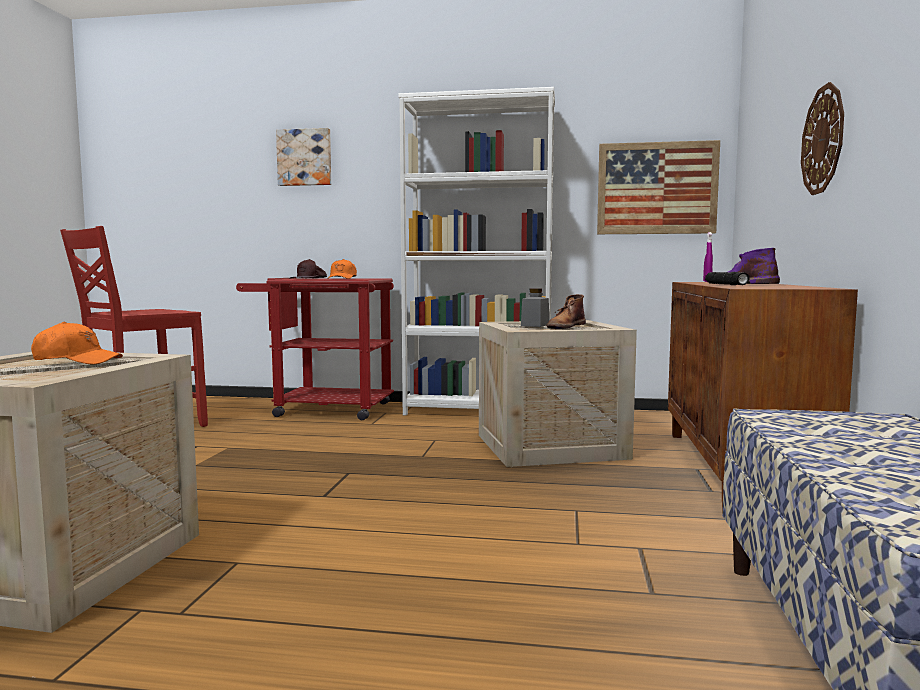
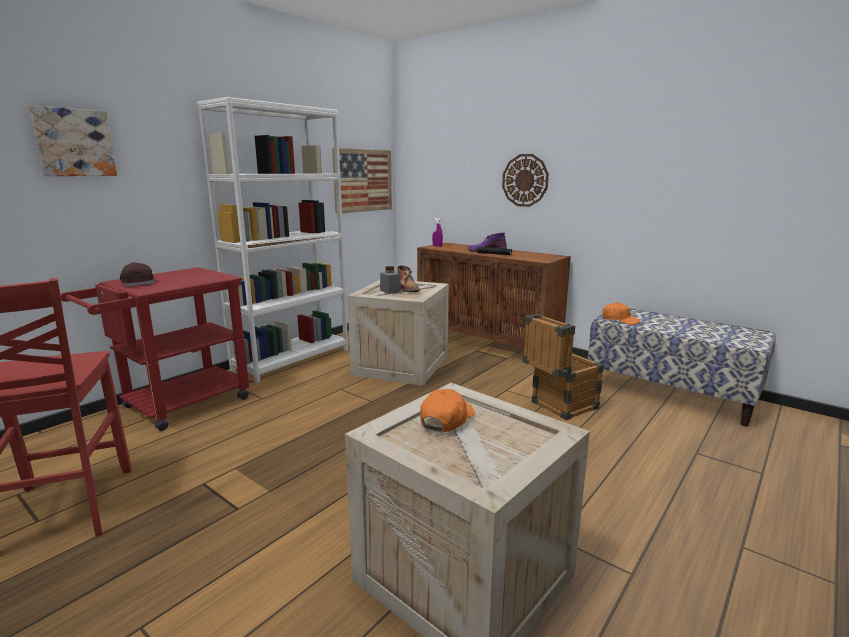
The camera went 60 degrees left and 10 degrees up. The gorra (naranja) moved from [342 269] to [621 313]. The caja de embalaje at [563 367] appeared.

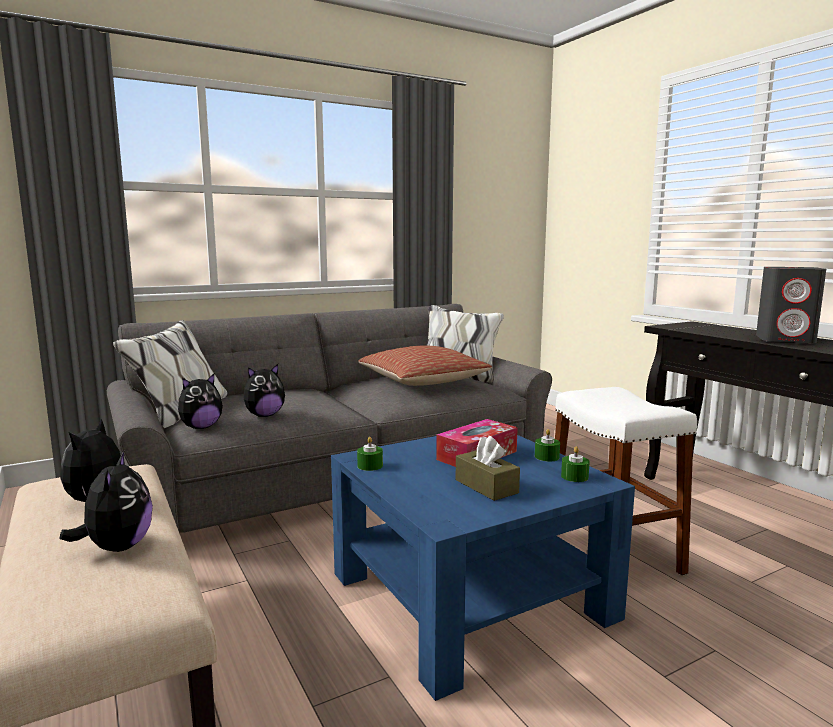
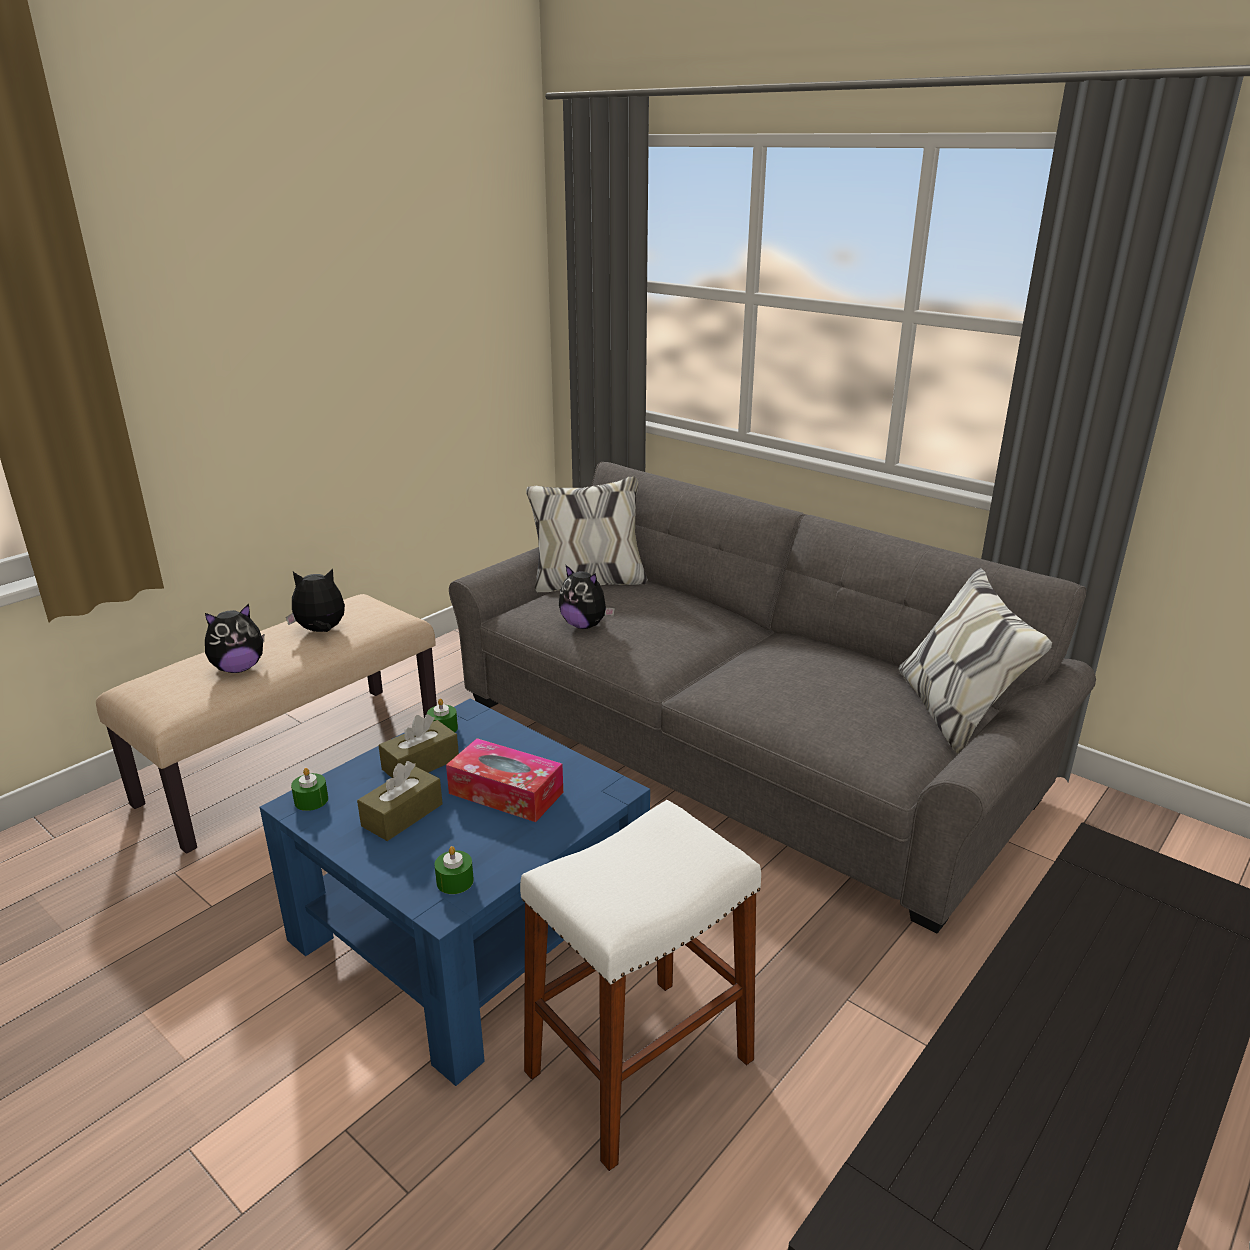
The camera went 70 degrees right and 15 degrees up. The altavoz (gris) at [791 305] disappeared. The cojín at [425 366] disappeared. The peluche at [200 401] disappeared. The vela (verde) moved from [547 445] to [309 789]. The caja de pañuelos (marrón) at [418 746] appeared.

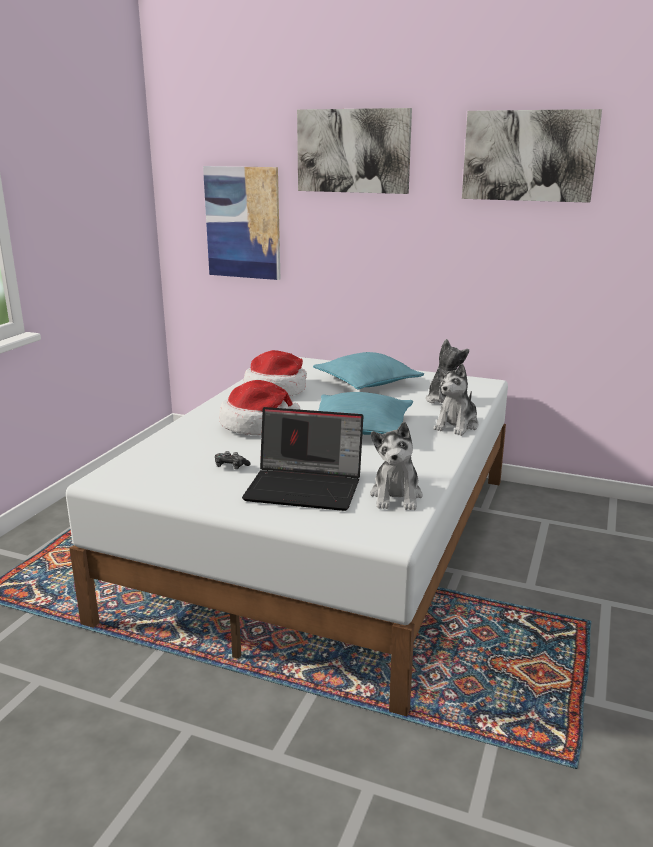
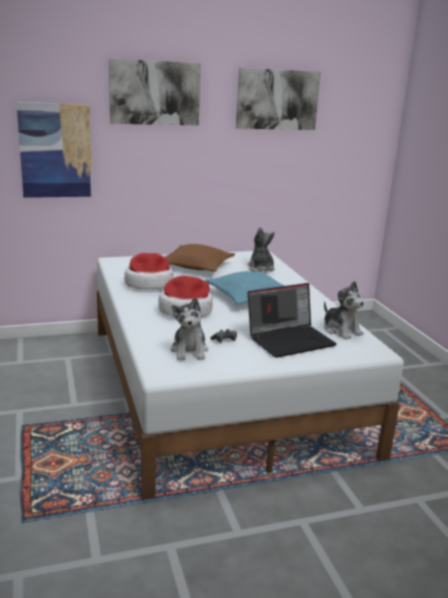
The camera went 40 degrees left and 0 degrees up. The cojín (turquesa) at [368 371] became the cojín (marrón) at [200 258]. The peluche moved from [456 400] to [189 328].

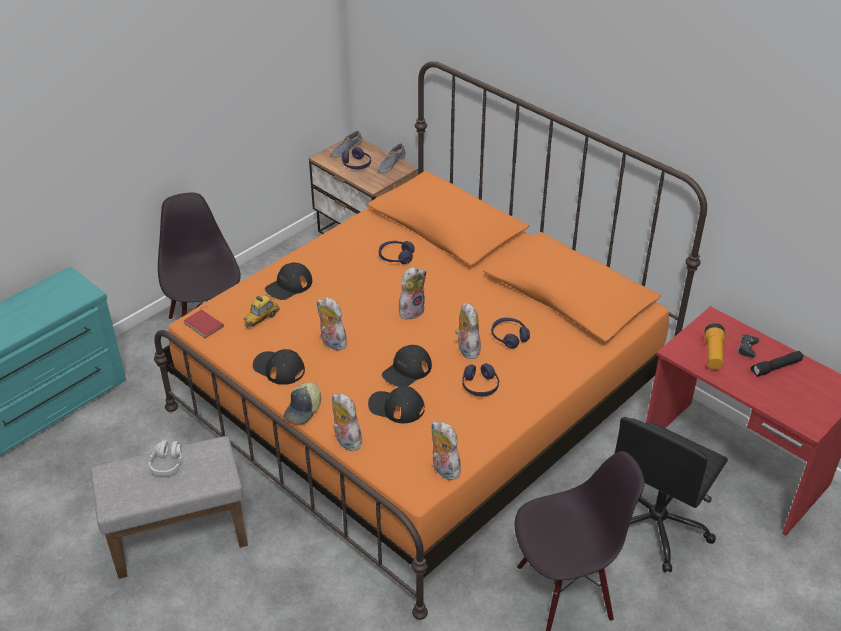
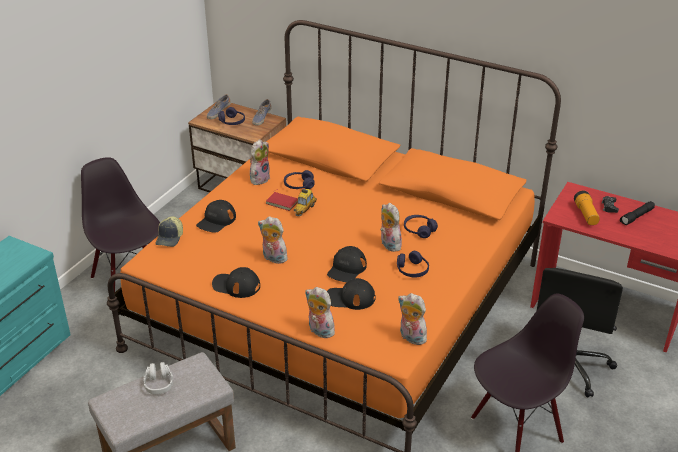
The camera went 15 degrees left and 5 degrees down. The peluche moved from [413 292] to [260 162]. The coche de juguete moved from [262 311] to [305 203]. The libro (rojo) moved from [204 322] to [281 200]. The gorra moved from [302 403] to [169 231].

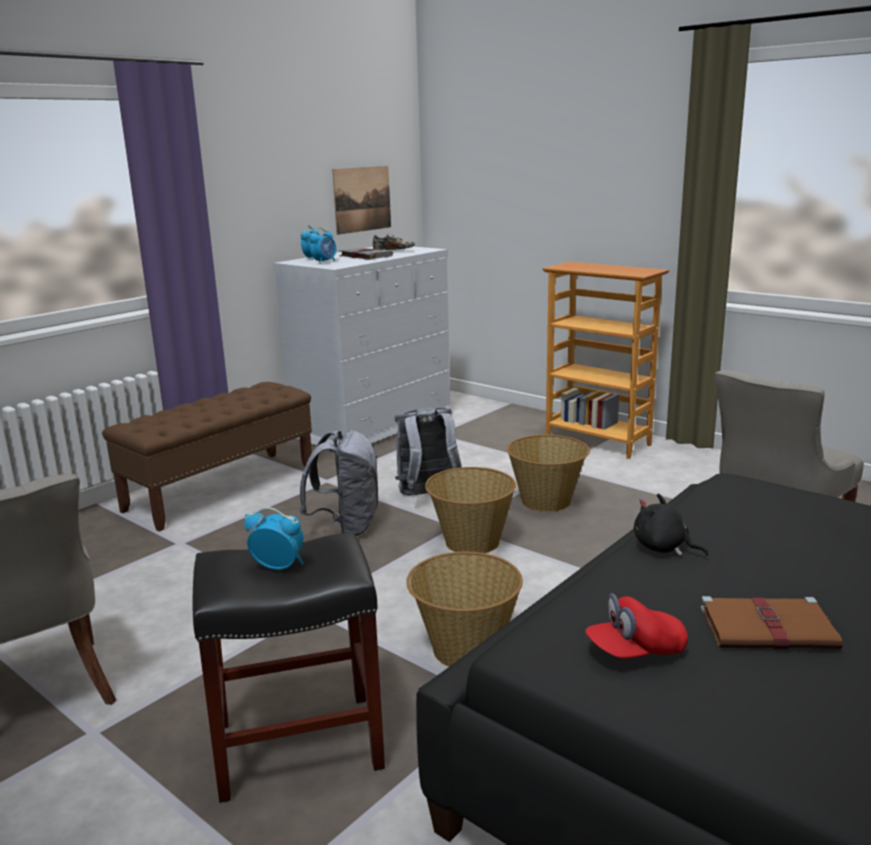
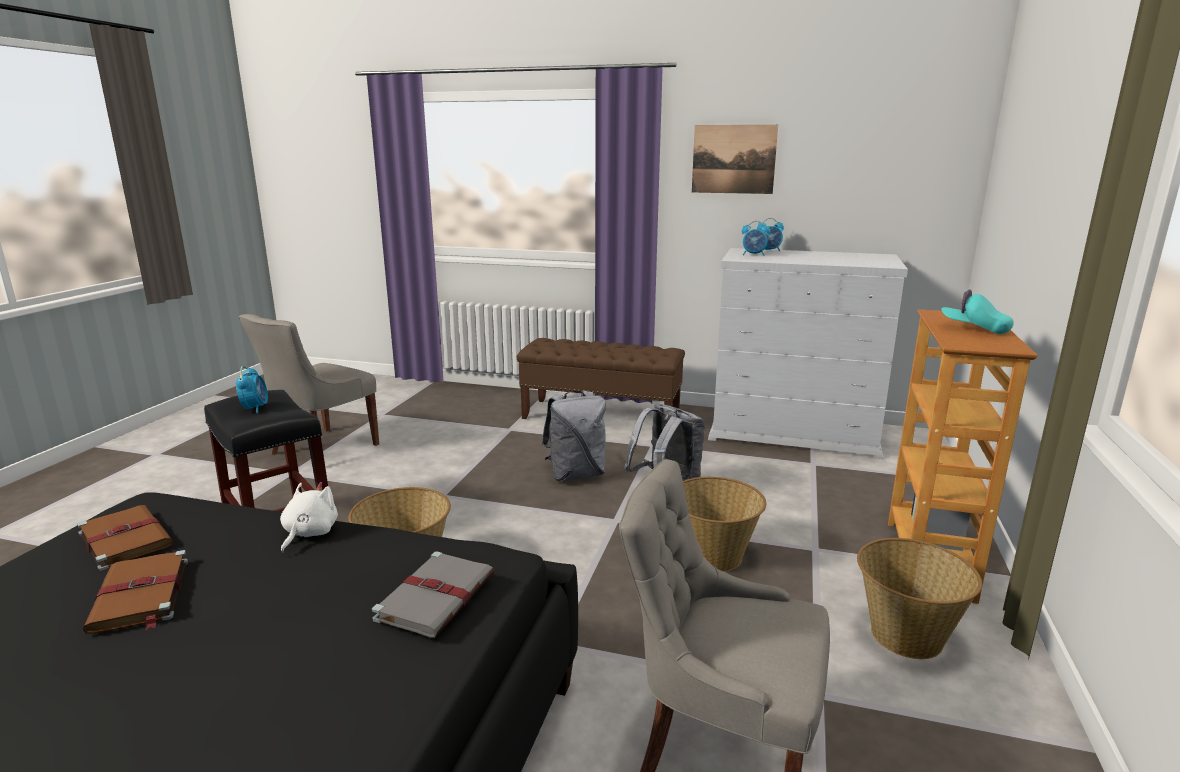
The camera went 65 degrees right and 0 degrees up. The cuadro moved from [361 200] to [735 159]. The zapato at [393 242] disappeared. The libro (gris) moved from [366 254] to [433 594]. The cesta moved from [470 510] to [919 598]. The peluche (negro) at [671 525] became the peluche (blanco) at [309 517]. The gorra (rojo) at [636 626] was replaced by the libro (marrón) at [125 538]. The gorra (turquesa) at [977 311] appeared.

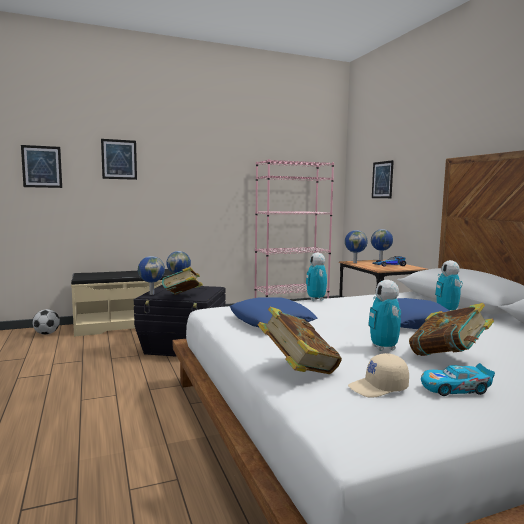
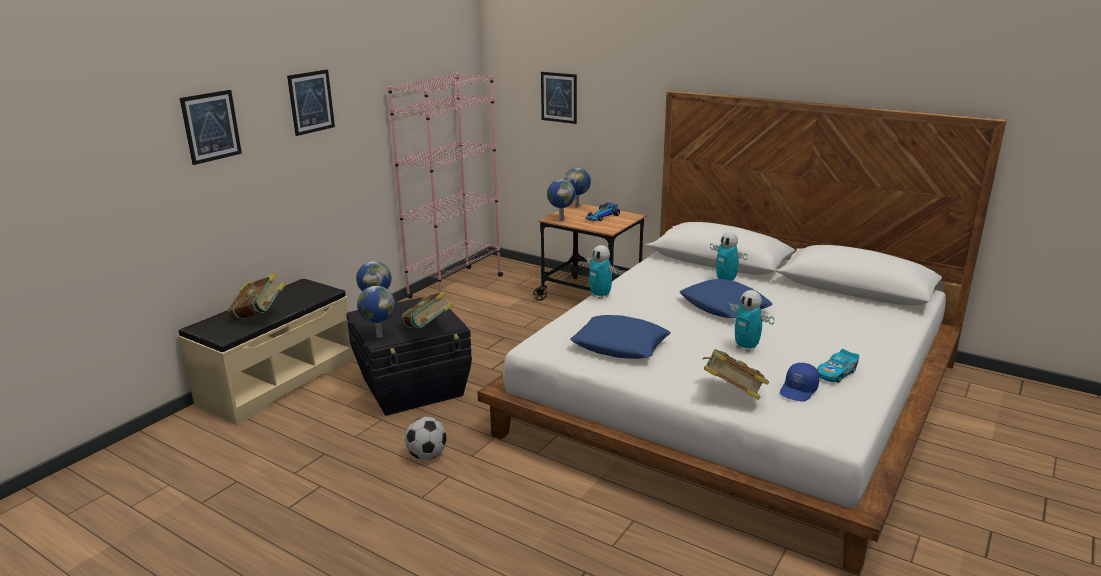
The camera went 35 degrees left and 15 degrees up. The cuadro moved from [41 166] to [311 102]. The libro moved from [451 329] to [256 297]. The balón de fútbol moved from [46 322] to [426 438]. The gorra (beis) at [378 375] became the gorra (azul) at [799 382].

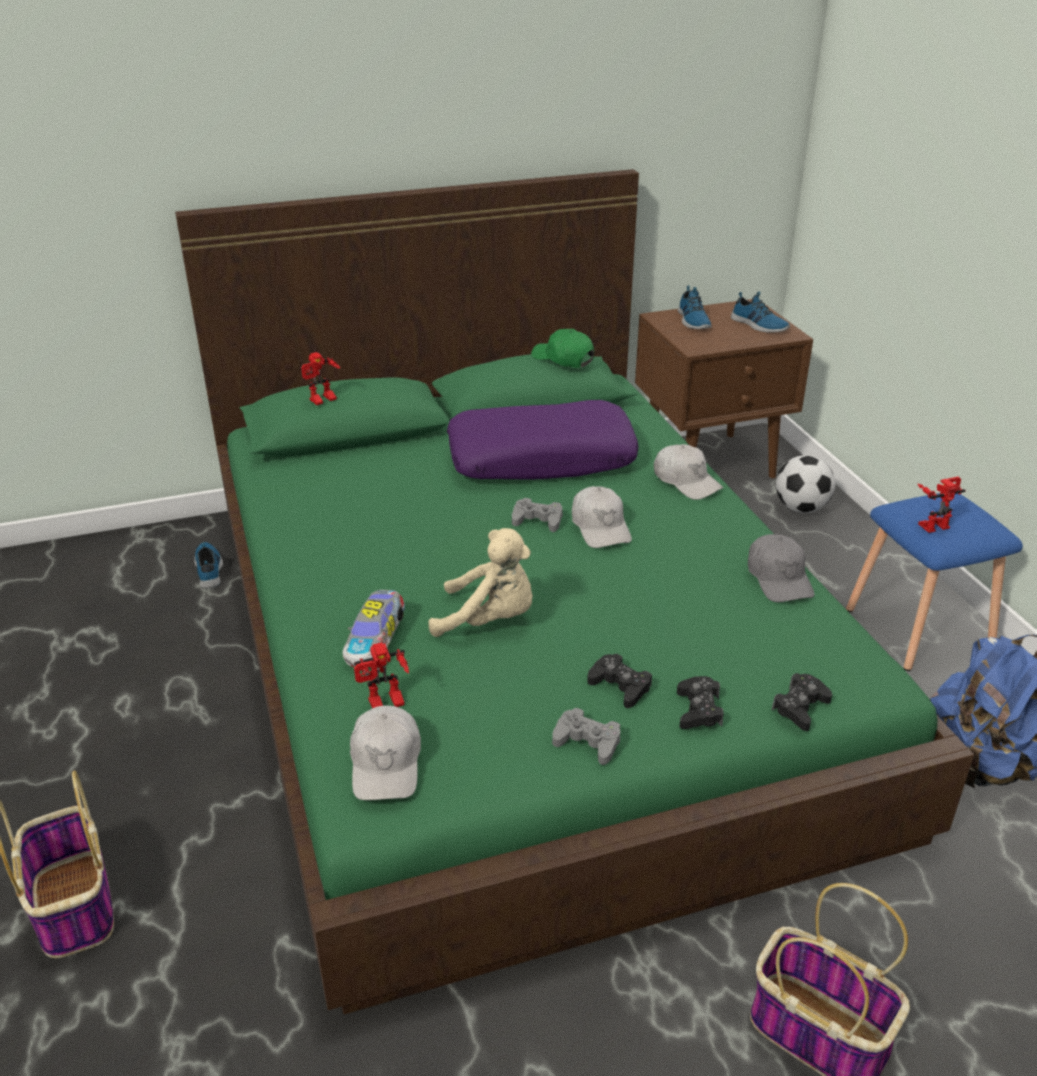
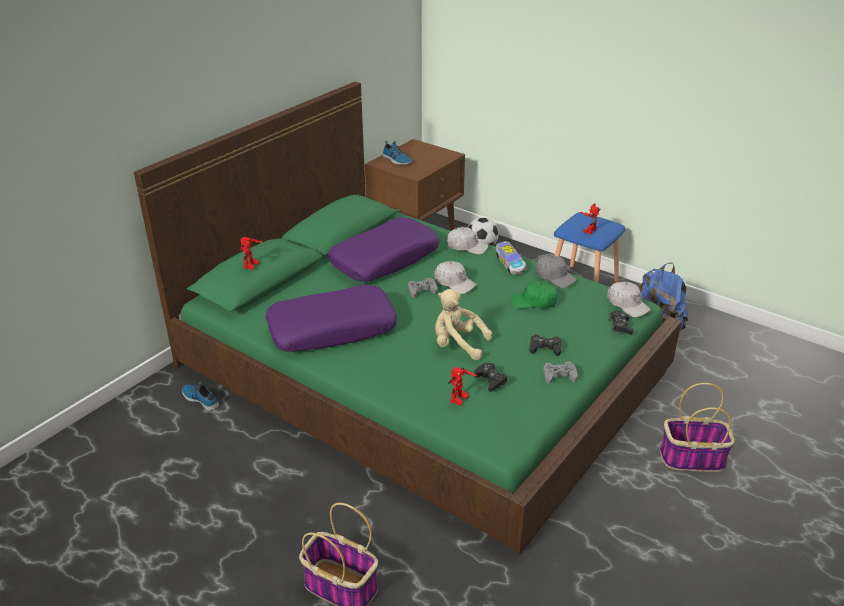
The camera went 35 degrees left and 0 degrees up. The zapato at [760 312] disappeared. The gorra (verde) moved from [562 348] to [534 295]. The peluche (beis) at [480 582] turned 135 degrees counterclockwise. The coche de juguete moved from [374 628] to [511 257]. The mando de consola (negro) moved from [700 702] to [490 377]. The gorra (blanco) moved from [385 752] to [629 300]. The cojín (morado) at [331 318] appeared.

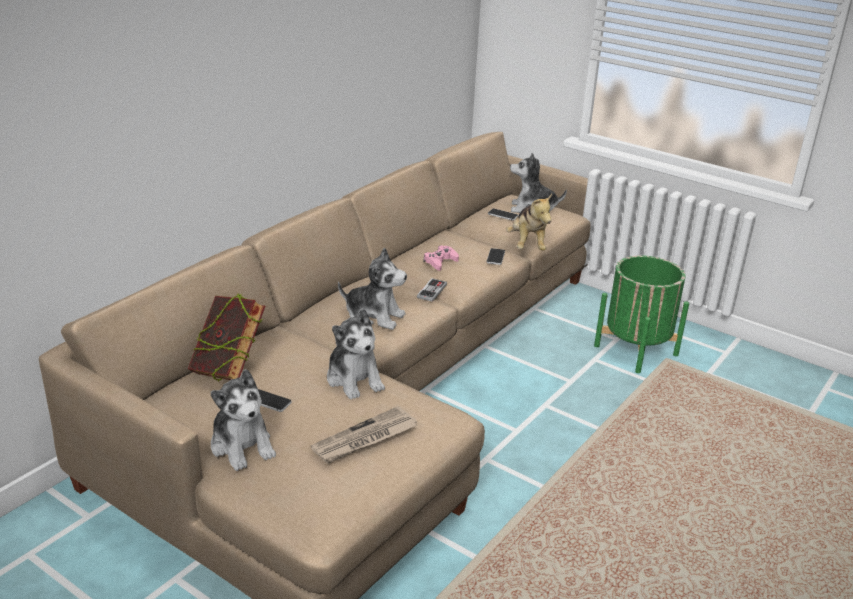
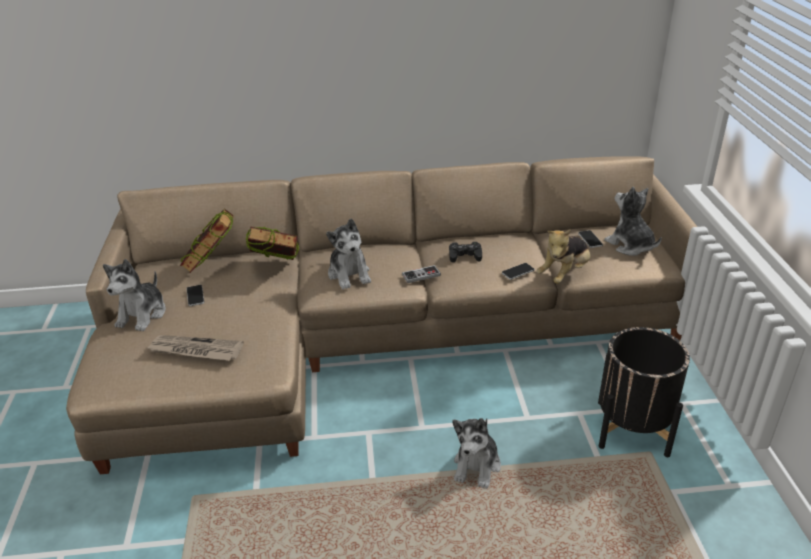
The camera went 50 degrees right and 5 degrees up. The mando de consola (rosa) at [441 258] became the mando de consola (negro) at [465 252]. The maceta (verde) at [641 314] became the maceta (negro) at [644 392]. The peluche moved from [356 353] to [476 453]. The libro at [272 243] appeared.

